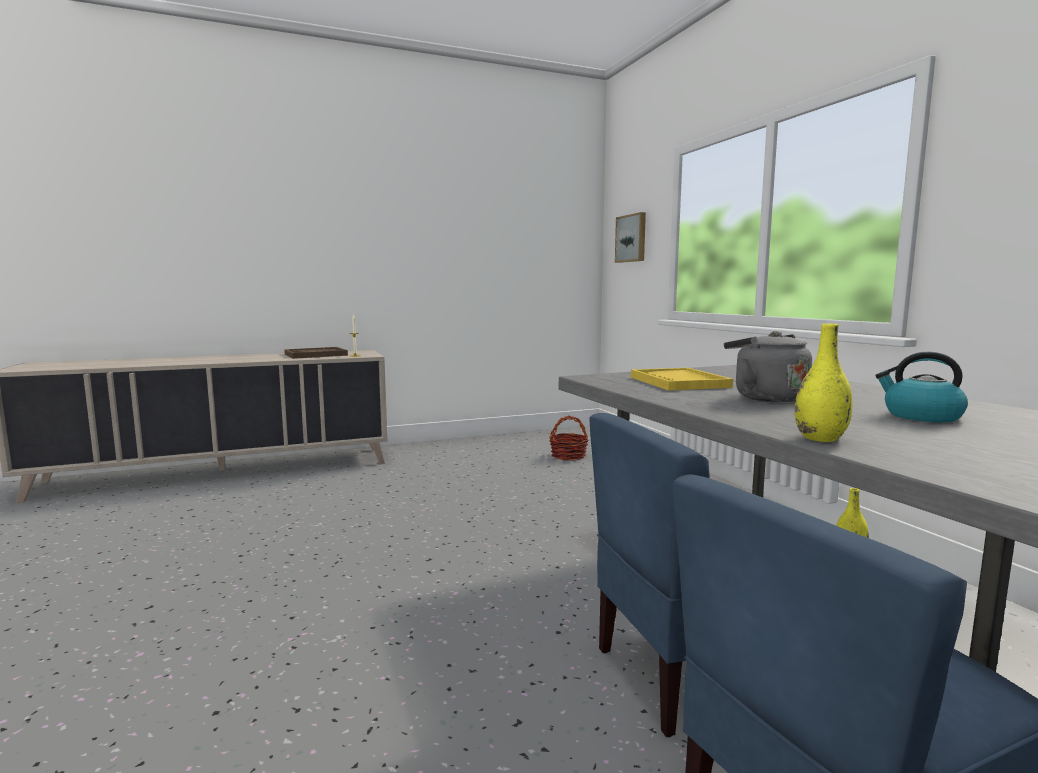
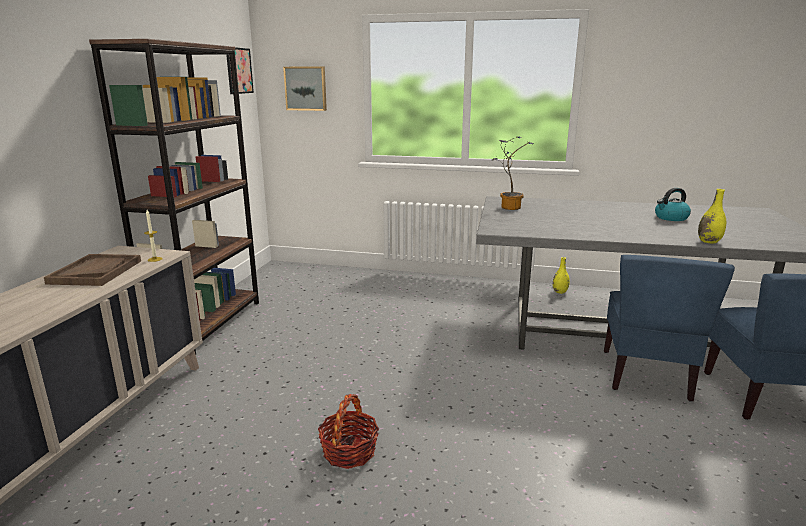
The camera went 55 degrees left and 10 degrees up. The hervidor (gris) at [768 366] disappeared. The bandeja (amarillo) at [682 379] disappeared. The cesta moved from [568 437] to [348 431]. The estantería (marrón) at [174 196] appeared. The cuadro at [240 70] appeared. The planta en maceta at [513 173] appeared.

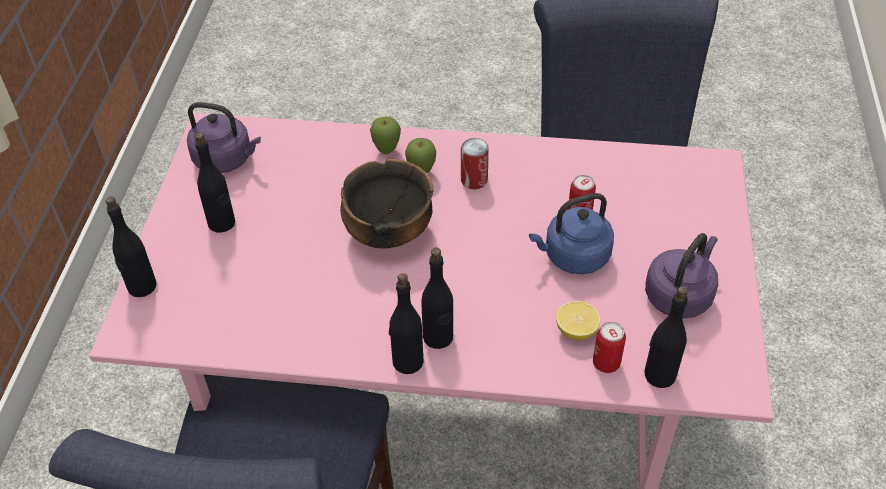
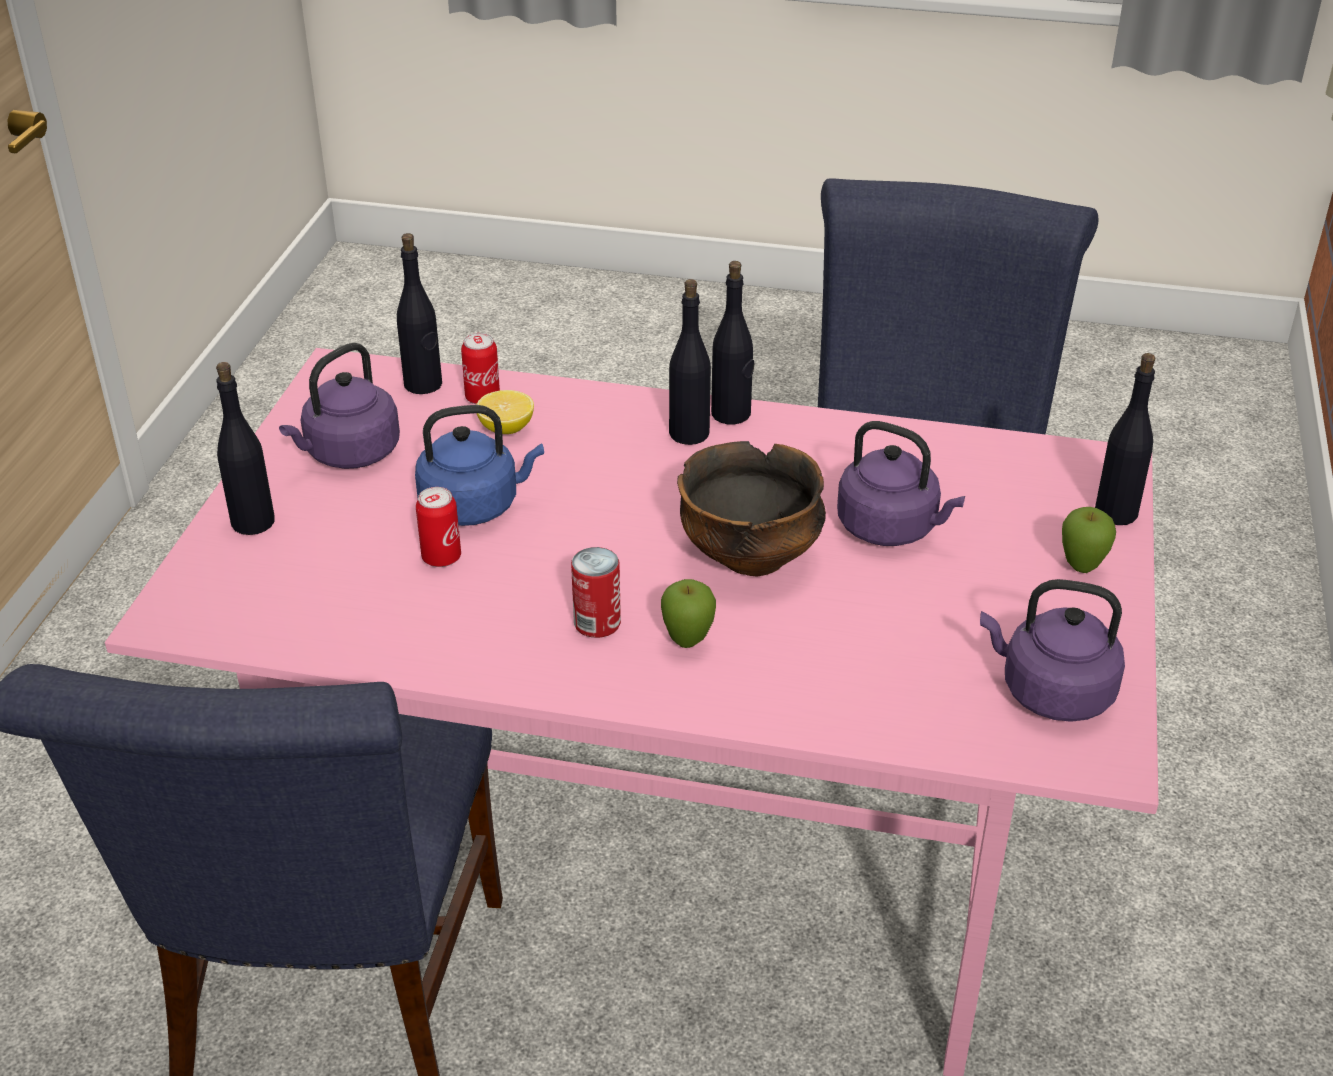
The camera went 175 degrees left and 10 degrees down. The manzana moved from [385 135] to [1089 540]. The botella (negro) moved from [215 182] to [245 448]. The hervidor (morado) at [901 483] appeared.

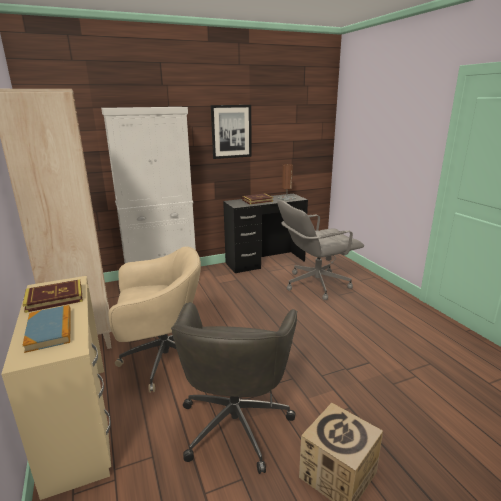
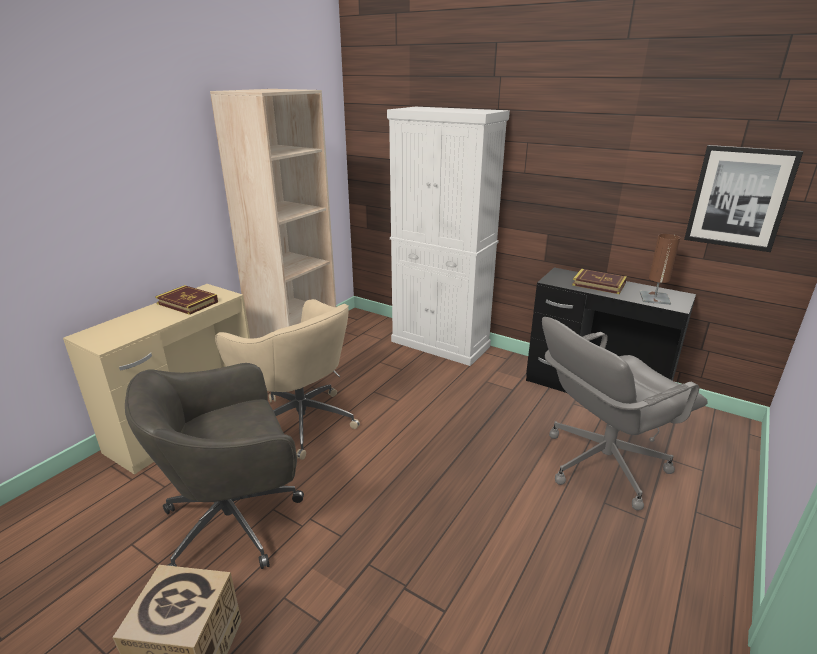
The camera went 55 degrees right and 5 degrees up. The cuadro moved from [231 132] to [743 198]. The silla de oficina (gris) at [321 250] turned 60 degrees counterclockwise. The libro at [47 329] disappeared.

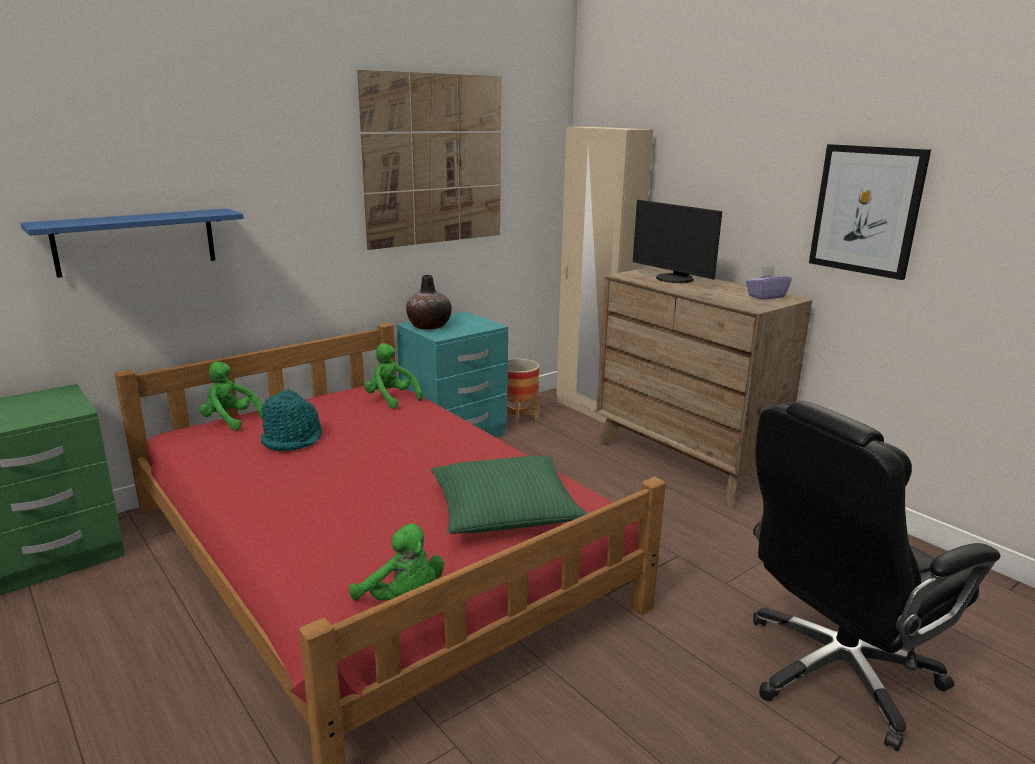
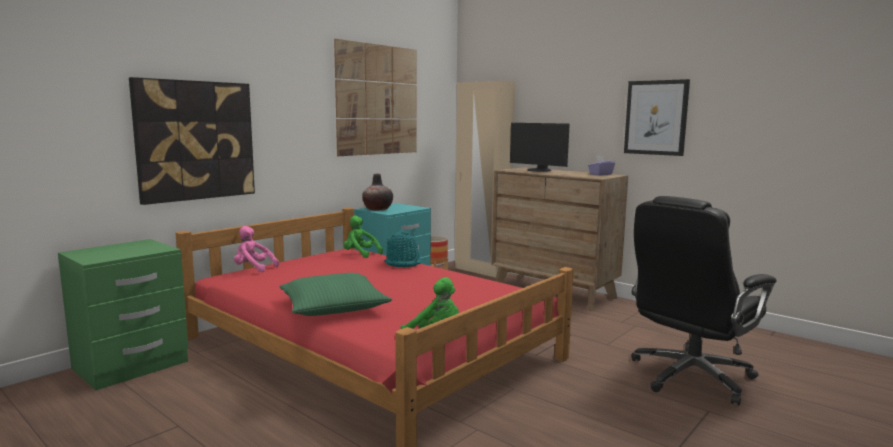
The camera went 10 degrees left and 10 degrees down. The estante (azul) at [132 243] was replaced by the cuadro at [192 141]. The peluche (verde) at [231 396] became the peluche (rosa) at [256 249]. The sombrero (turquesa) moved from [291 420] to [402 248]. The cojín (verde) moved from [509 495] to [335 294].

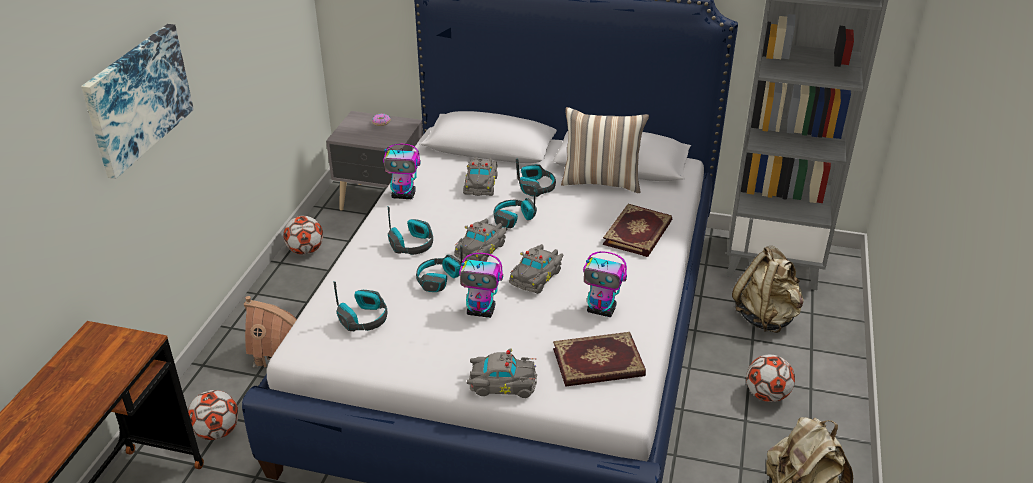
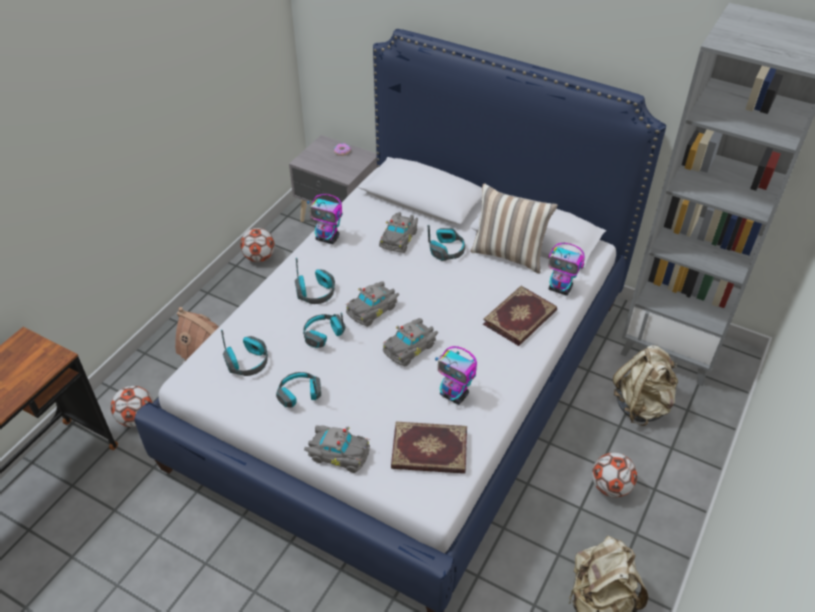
The camera went 15 degrees right and 10 degrees up. The cuadro at [137 101] disappeared. The auriculares moved from [515 209] to [298 390]. The robot de juguete moved from [481 285] to [566 269].

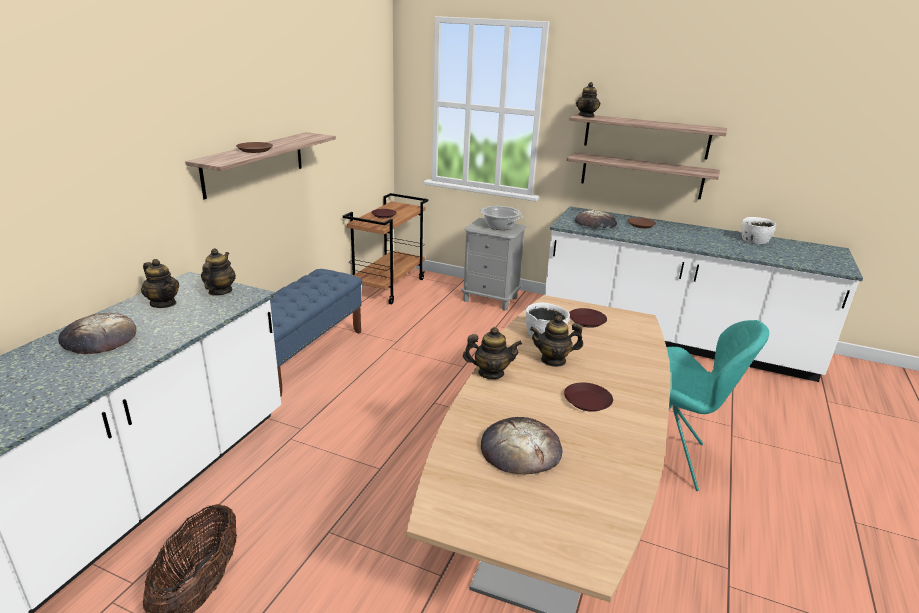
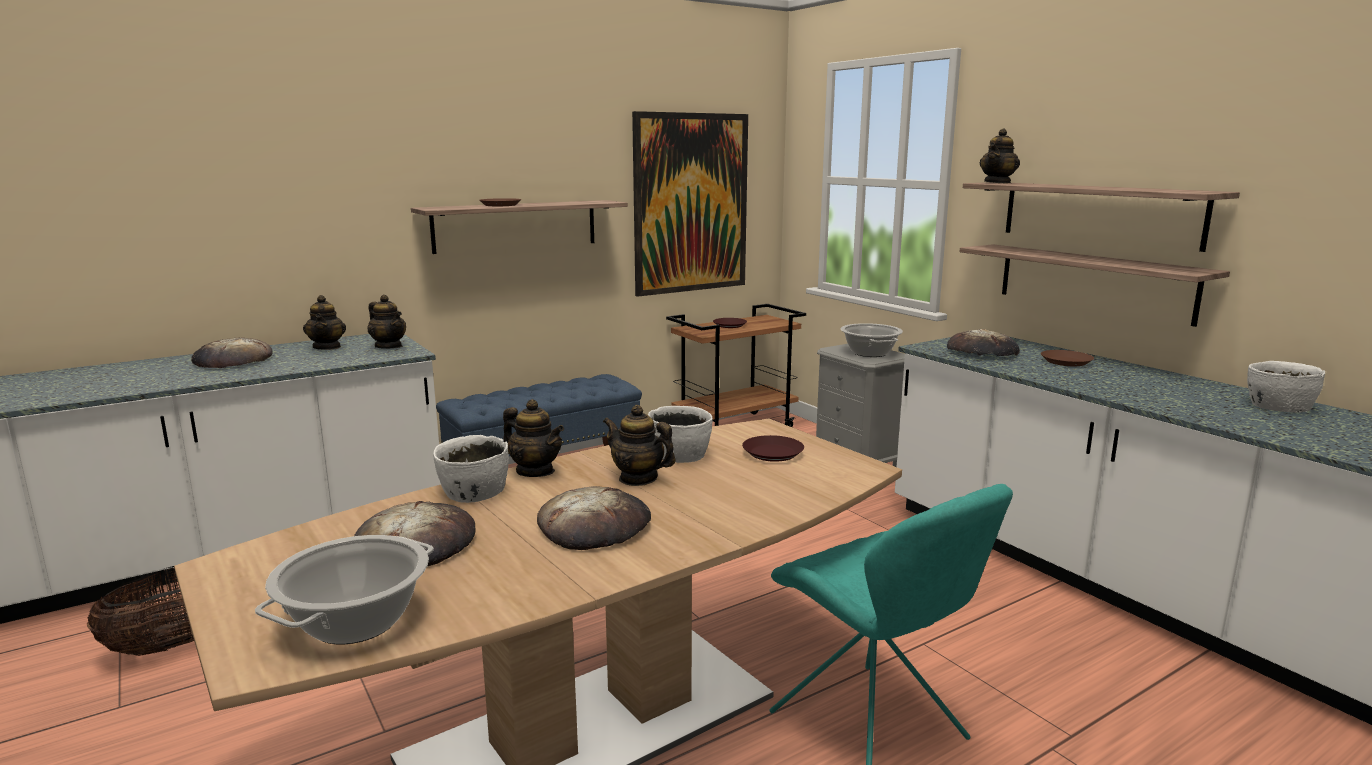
The camera went 35 degrees right and 10 degrees down. The tetera at [218 272] turned 90 degrees clockwise. The plato (marrón) at [588 397] was replaced by the pan at [594 518]. The cuadro at [690 204] appeared. The cuenco (blanco) at [471 469] appeared. The olla at [344 589] appeared.

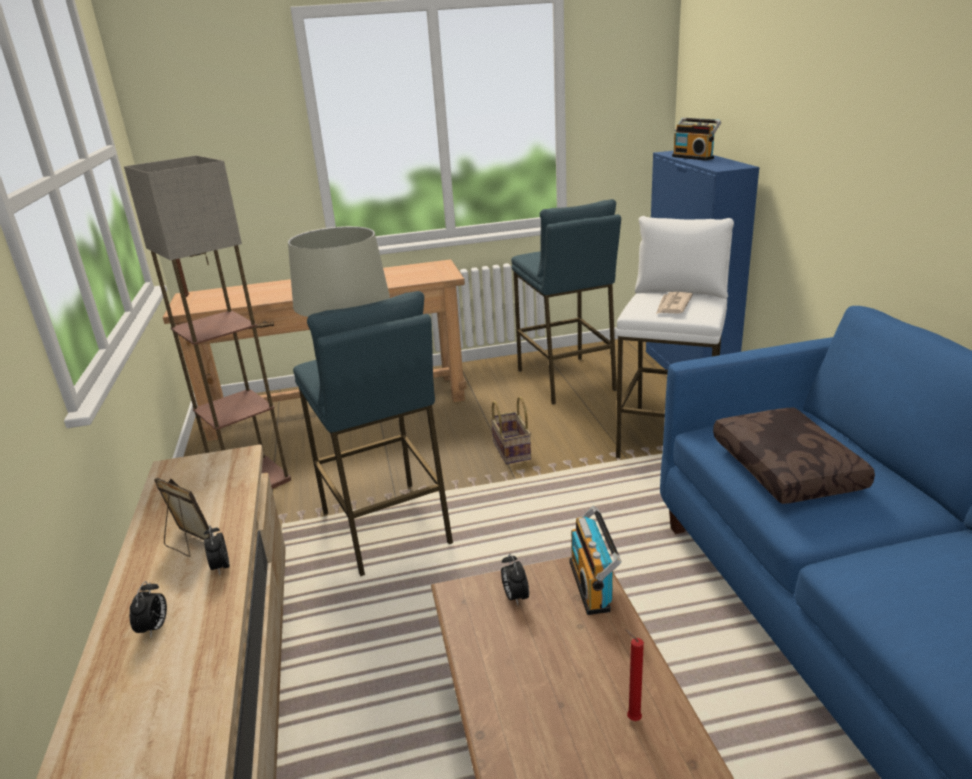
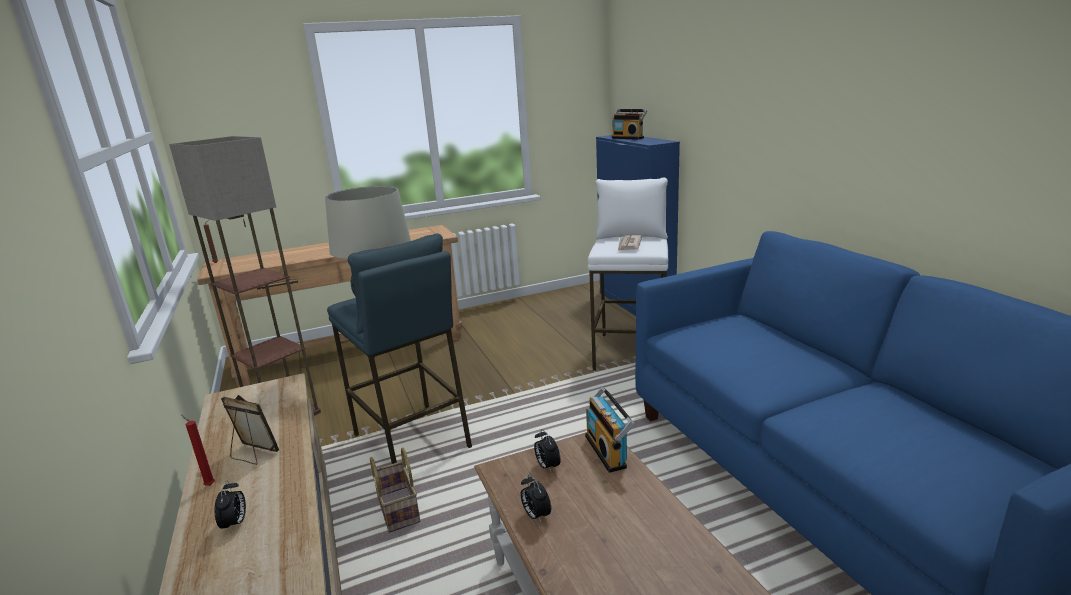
The camera went 10 degrees left and 5 degrees down. The taburete (azul) at [566 302] disappeared. The cesta moved from [510 430] to [395 490]. The cojín (marrón) at [794 455] disappeared. The despertador moved from [217 550] to [536 499]. The vela (rojo) moved from [634 675] to [198 450].

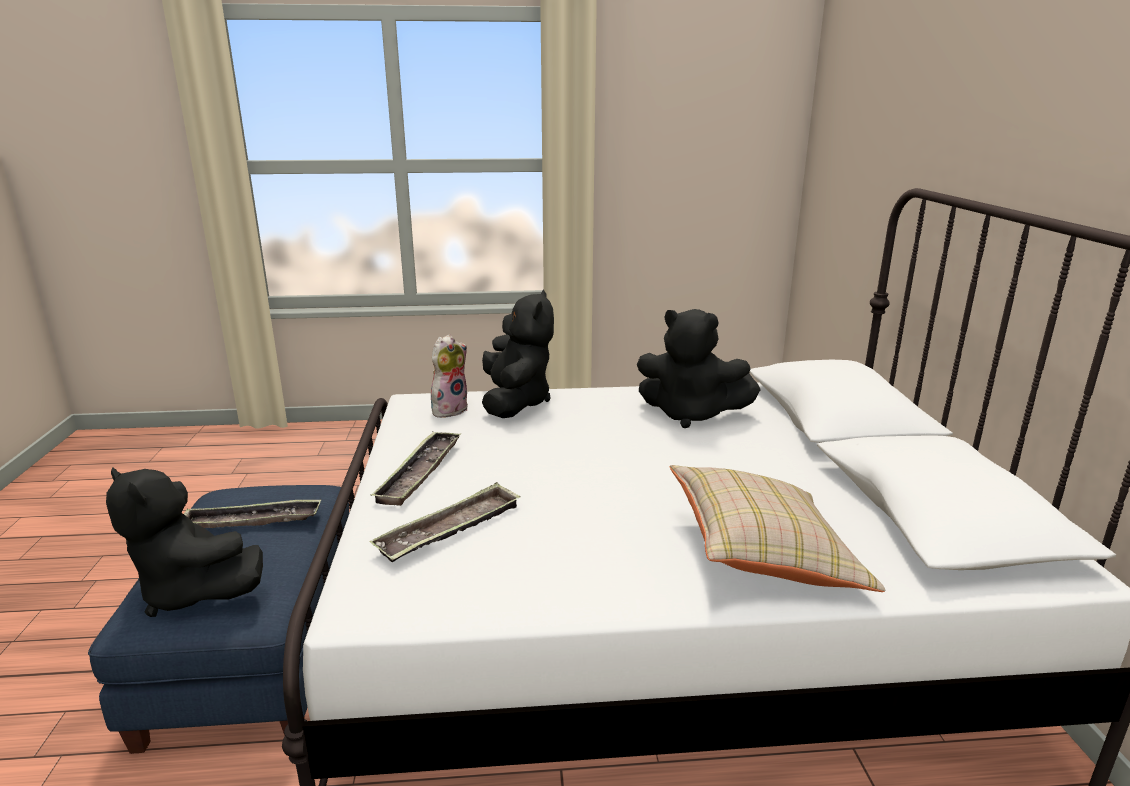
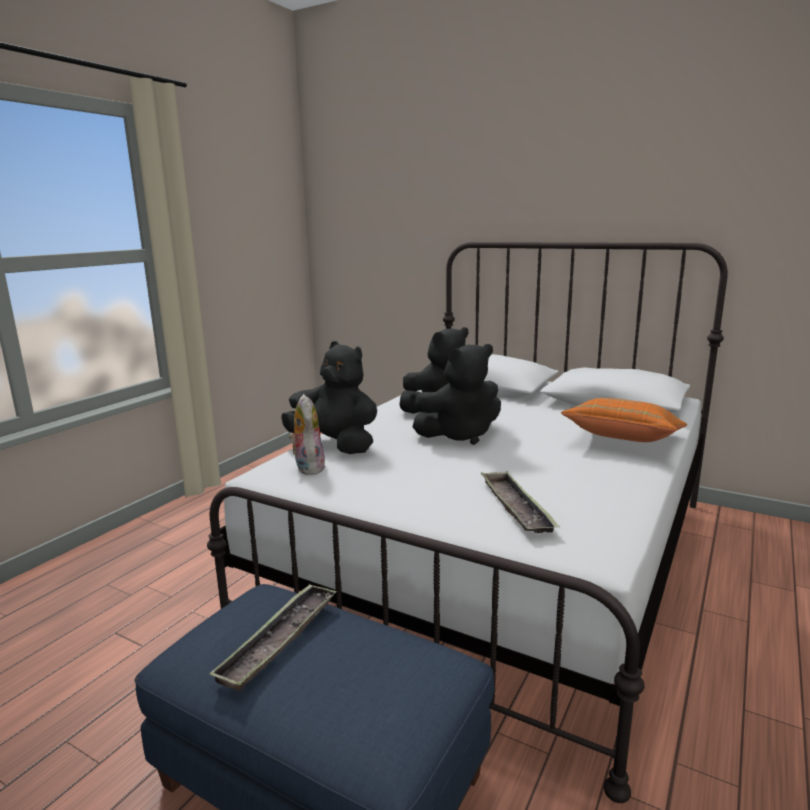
The camera went 55 degrees left and 5 degrees down. The bandeja at [415 468] disappeared. The cojín (beis) at [778 528] became the cojín (naranja) at [624 420]. The peluche (negro) moved from [184 542] to [456 394].

